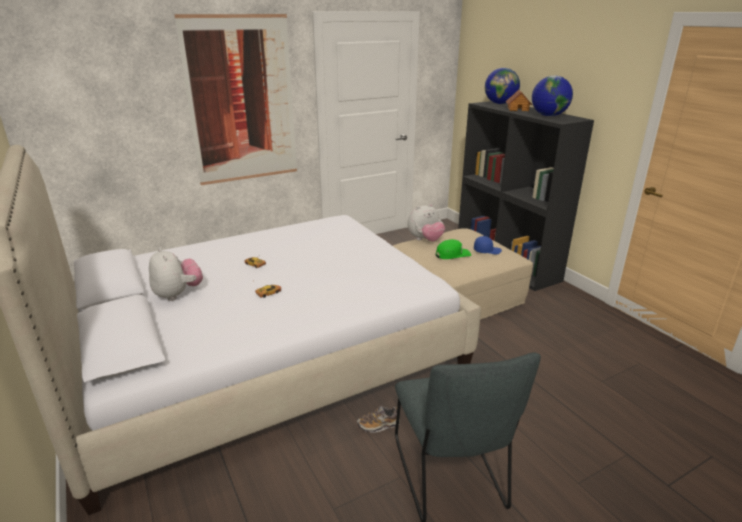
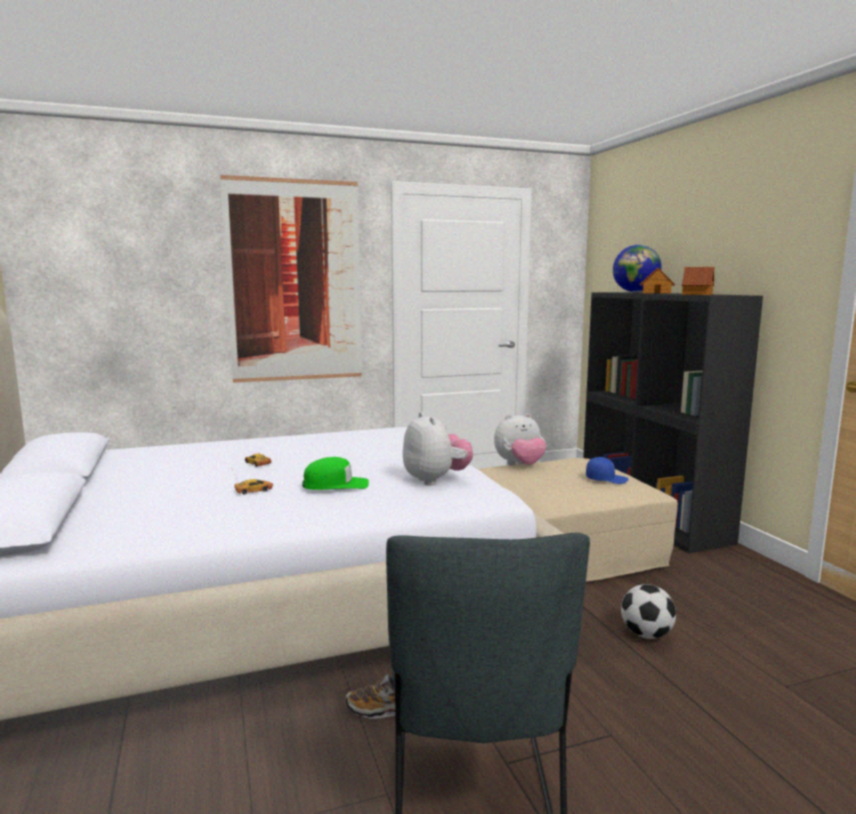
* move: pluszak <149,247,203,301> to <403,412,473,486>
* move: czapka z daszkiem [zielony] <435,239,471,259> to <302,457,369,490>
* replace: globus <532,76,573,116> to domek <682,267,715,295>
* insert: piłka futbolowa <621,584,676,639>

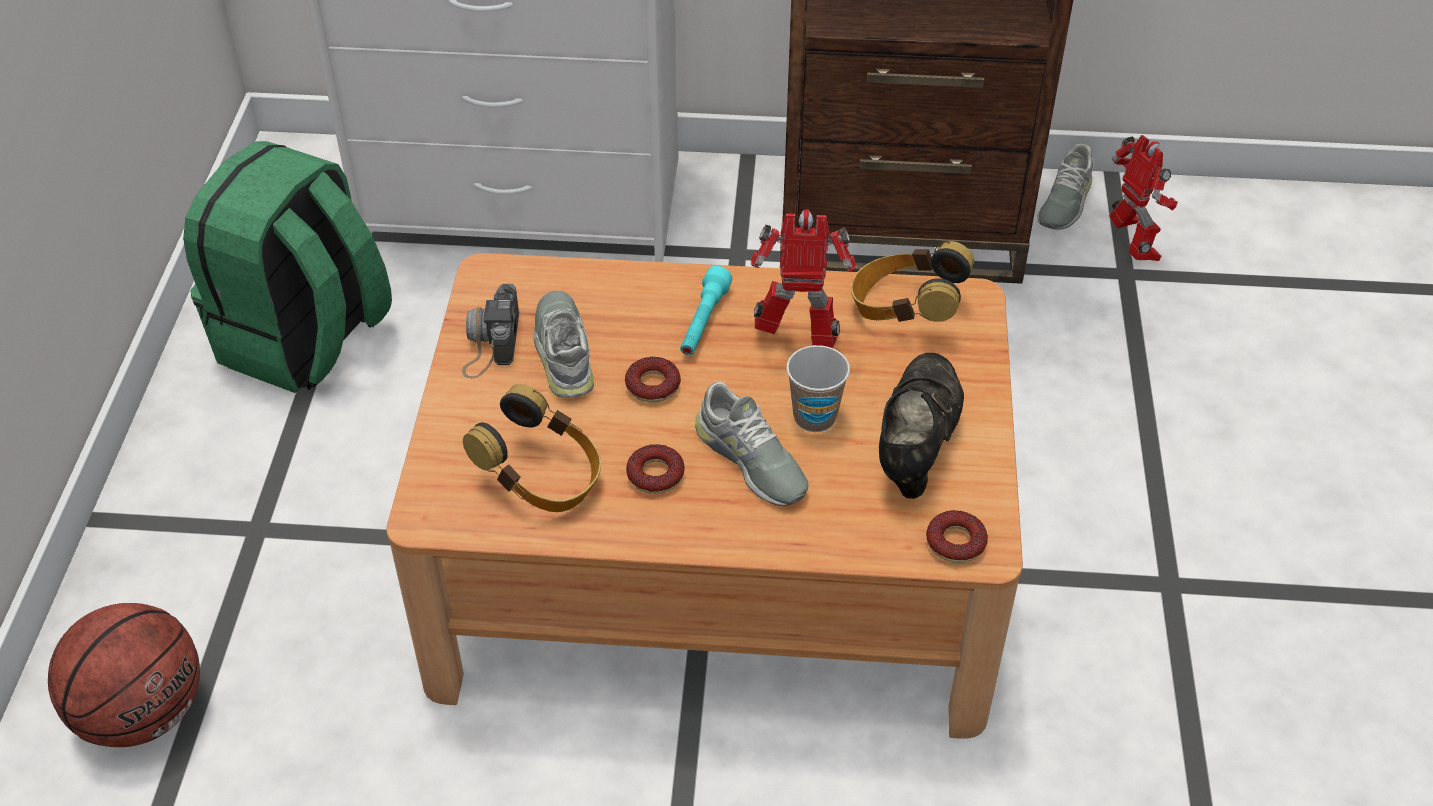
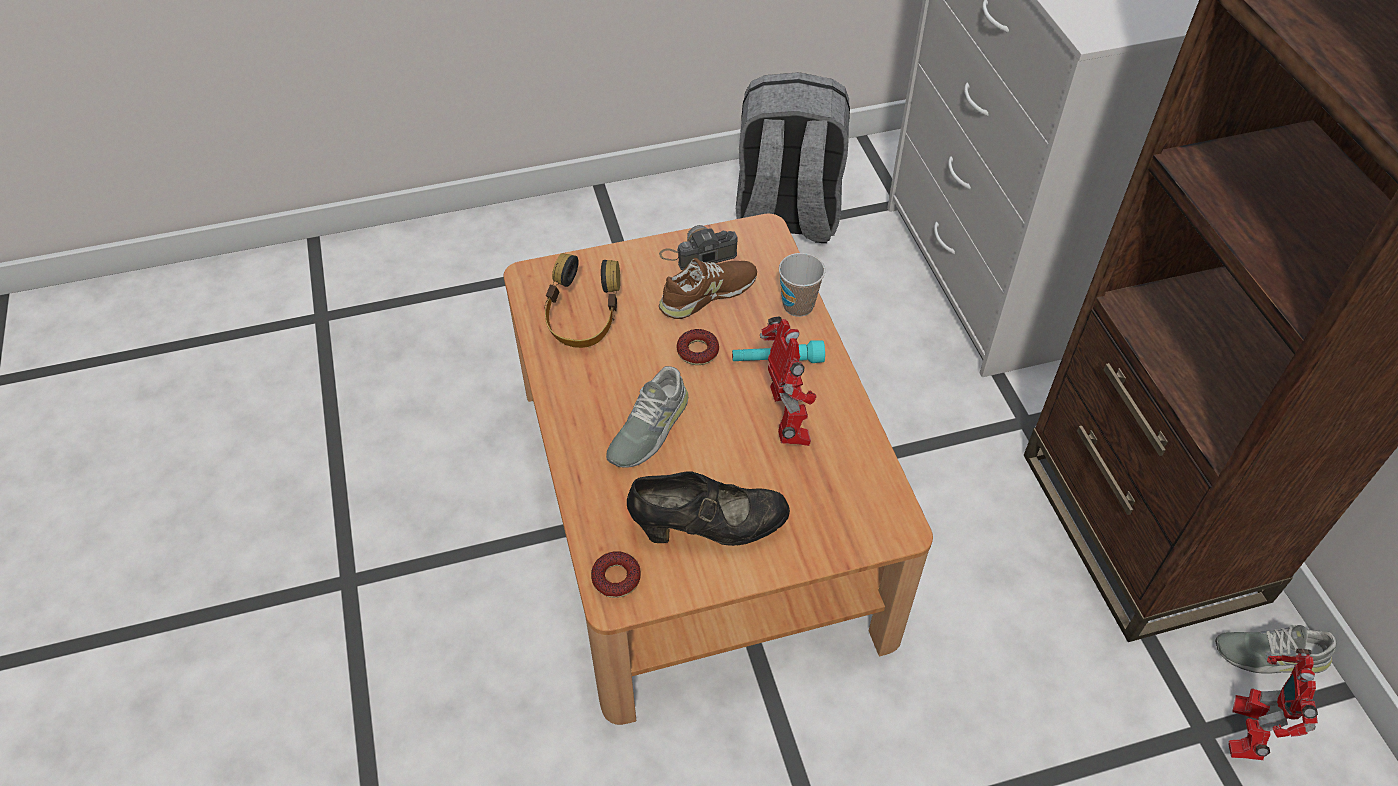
* delete: piłka do koszykówki <48,603,200,747>
* recolor: plecak [zielony] <183,141,392,393> to plecak [szary] <736,72,850,243>
* recolor: but [szary] <533,291,594,398> to but [brązowy] <659,258,757,319>
* delete: donut <626,444,685,494>
* move: filiżanka <786,345,850,432> to <779,253,825,317>
* delete: słuchawki <851,241,974,322>
* rotate: robot zabawkowy <1109,135,1178,261> = <1228,649,1318,760> 150 degrees clockwise

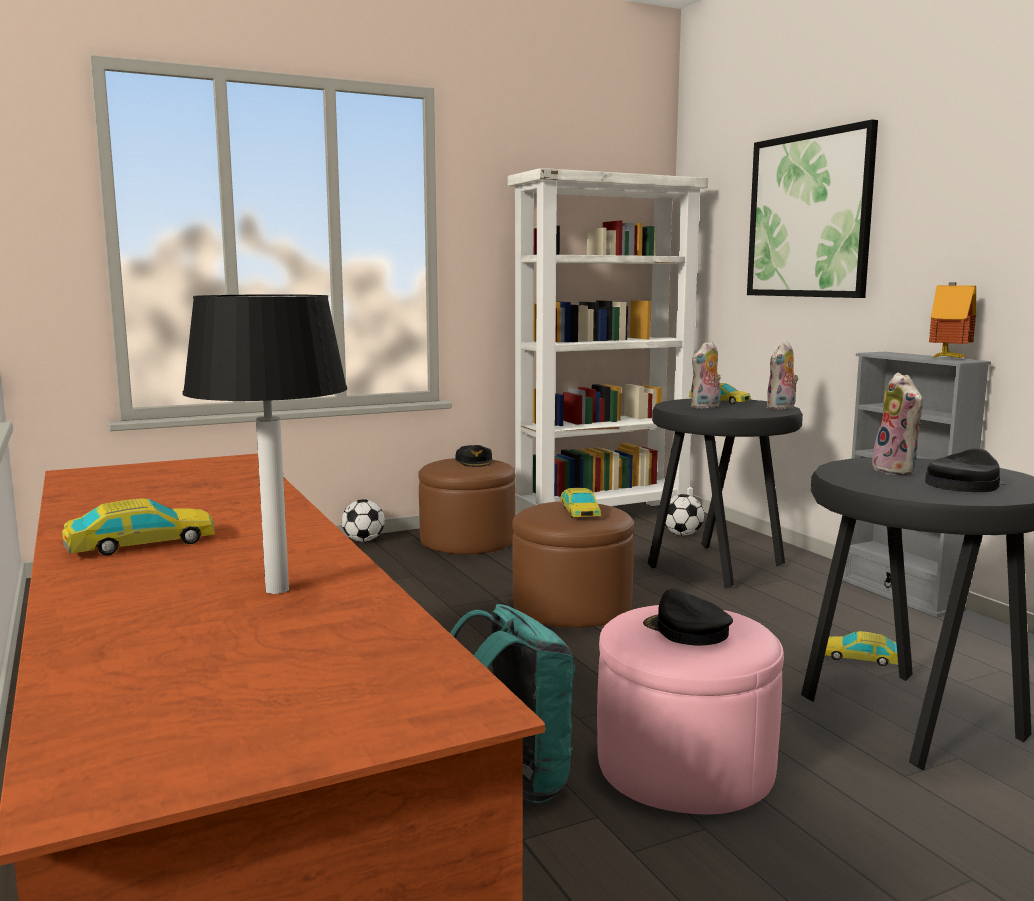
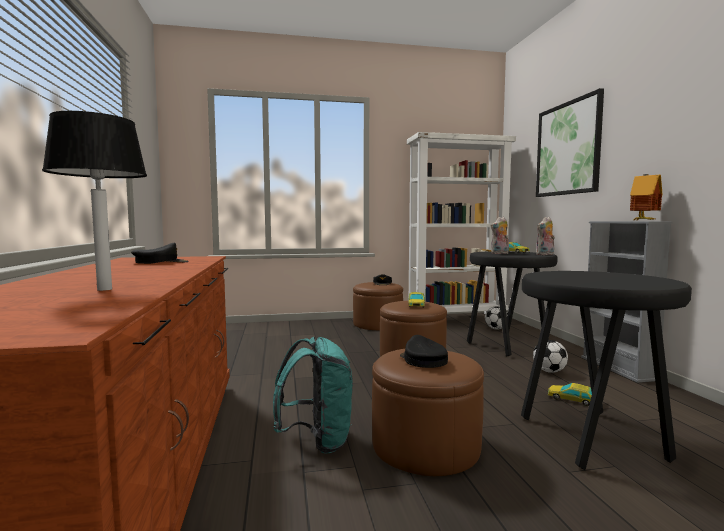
* delete: samochodzik <62,498,215,555>
* move: piłka futbolowa <342,499,385,542> to <533,340,568,373>
* recolor: pufa [różowy] <597,605,784,814> to pufa [brązowy] <372,349,484,476>
* delete: pluszak <872,373,923,475>
* move: czapka z daszkiem [czarny] <925,448,1007,492> to <131,243,189,264>

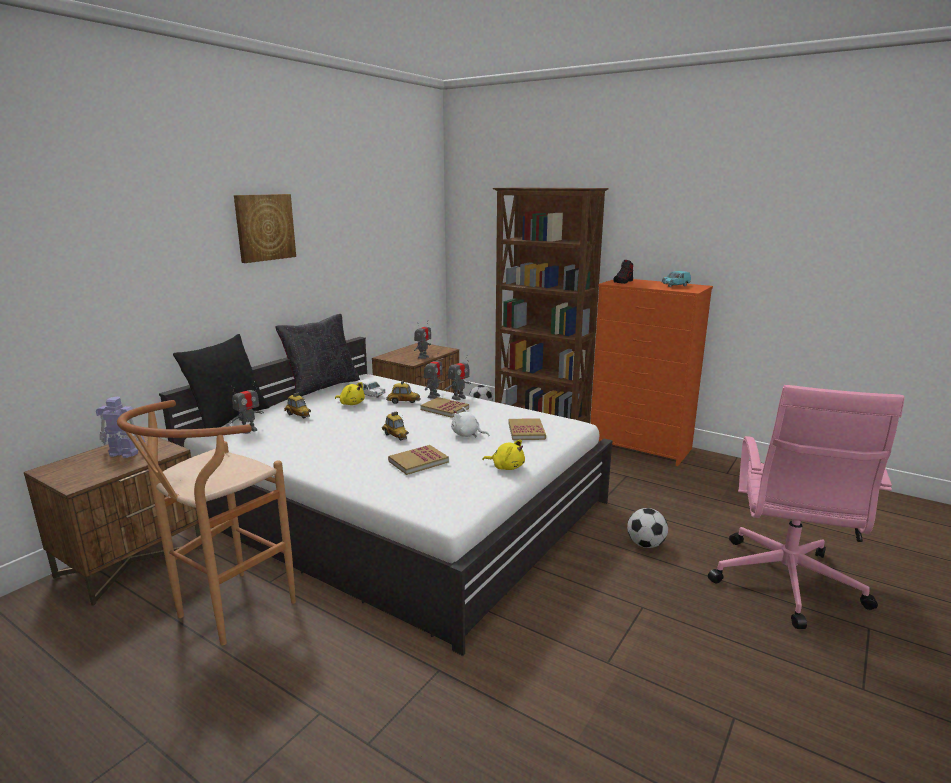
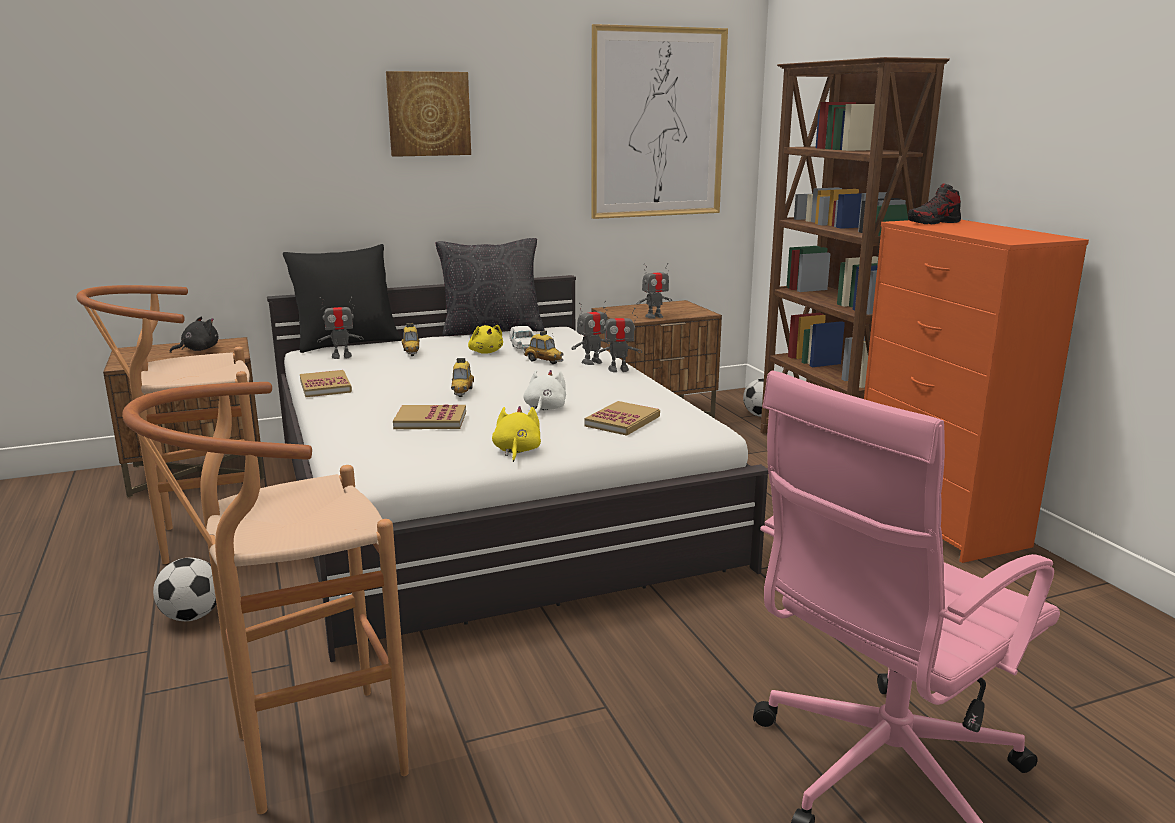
* replace: robot zabawkowy <96,397,145,458> to pluszak [czarny] <170,316,218,353>
* move: książka <420,397,469,418> to <300,370,352,397>
* rotate: pluszak [biały] <451,407,489,438> = <523,370,566,415> 45 degrees clockwise
* rotate: pluszak [żółty] <483,440,525,470> = <492,406,541,462> 150 degrees counterclockwise
* move: piłka futbolowa <627,508,668,548> to <153,558,217,621>
* delete: samochodzik [turkusowy] <662,271,691,287>
* insert: stołek [brązowy] <122,382,409,814>
* insert: obraz <591,24,728,219>

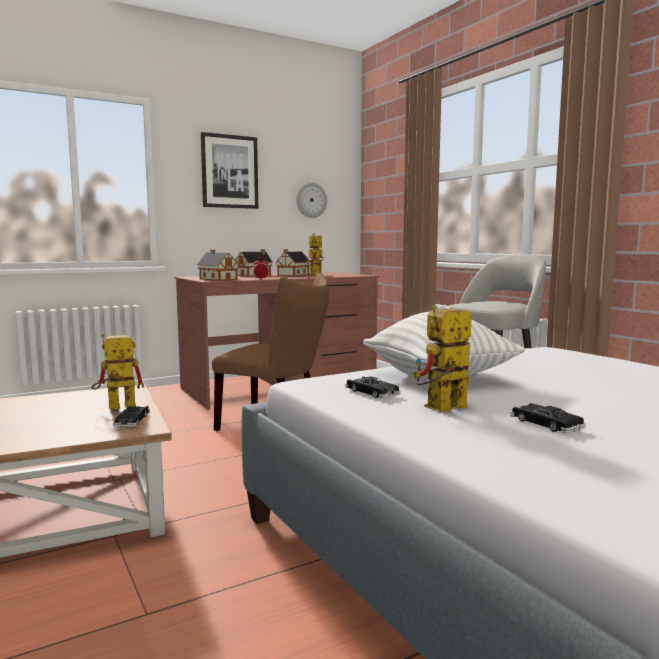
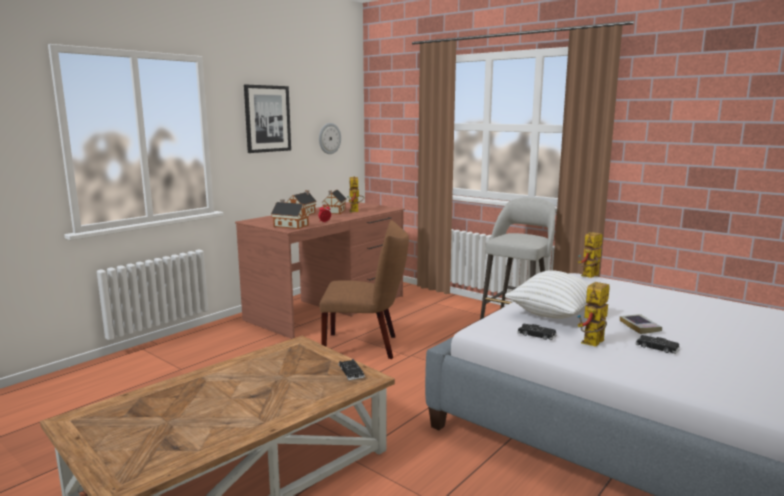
* move: robot zabawkowy <91,333,144,409> to <578,232,603,278>
* insert: książka <620,314,662,334>

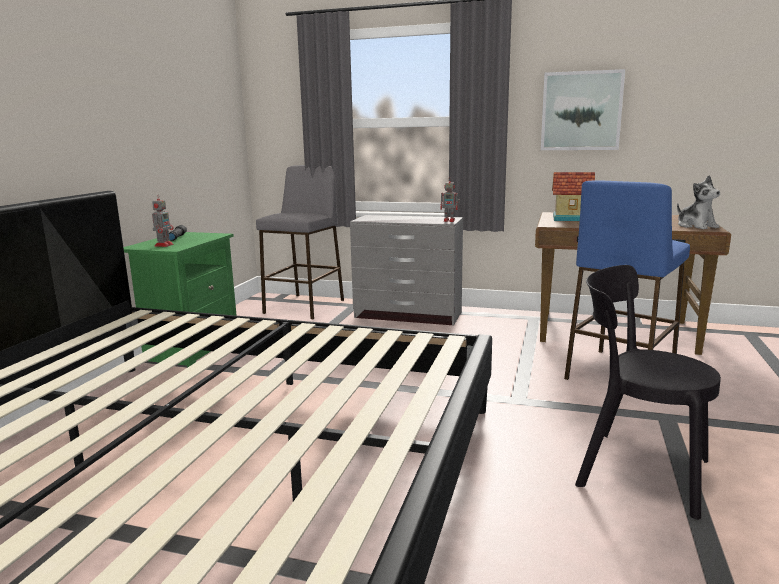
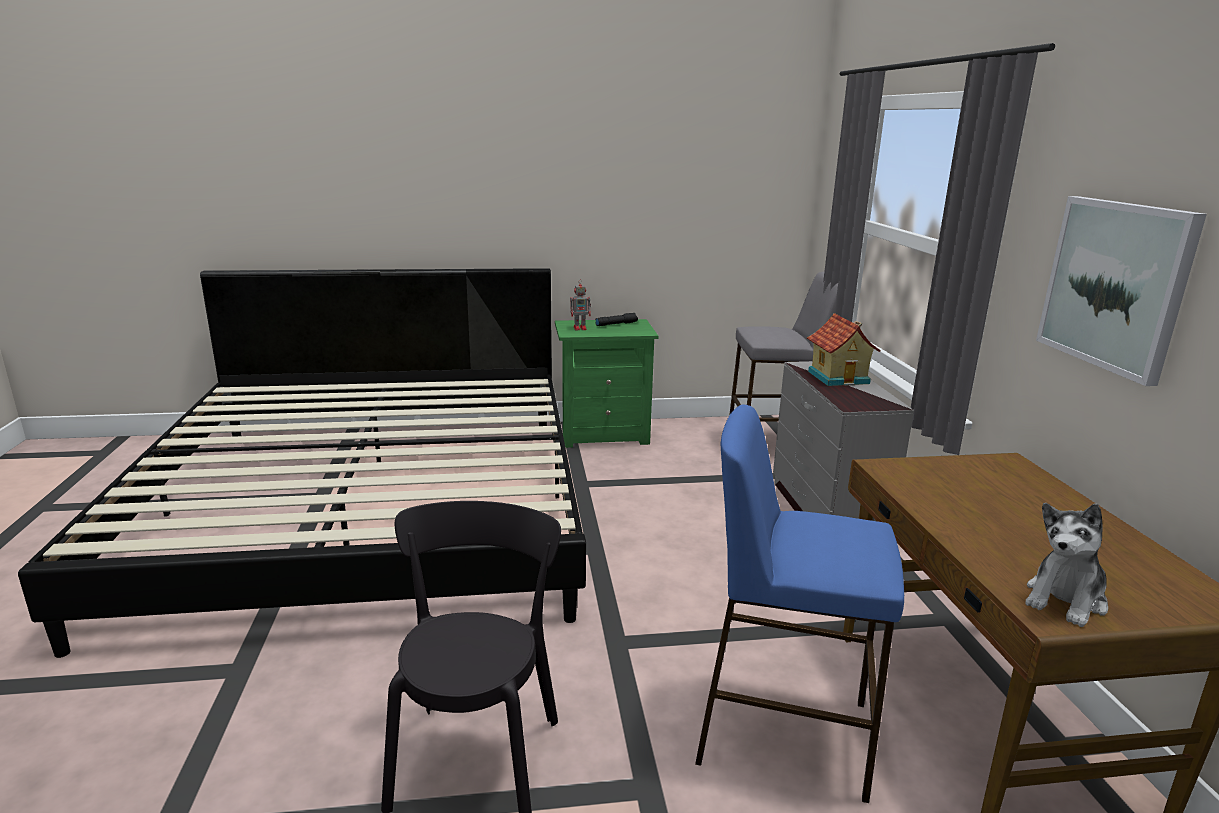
* delete: robot zabawkowy <440,177,460,222>
* move: domek <552,172,595,221> to <807,313,881,386>

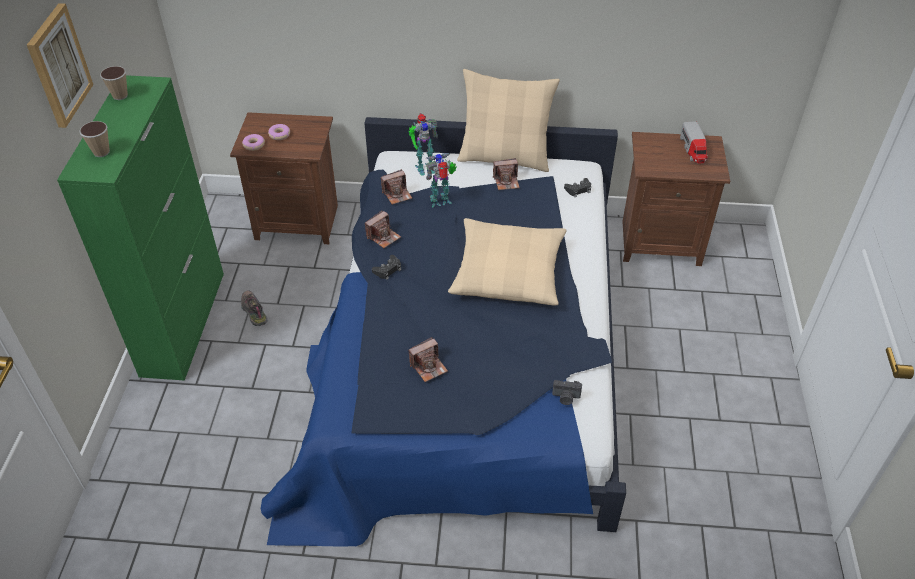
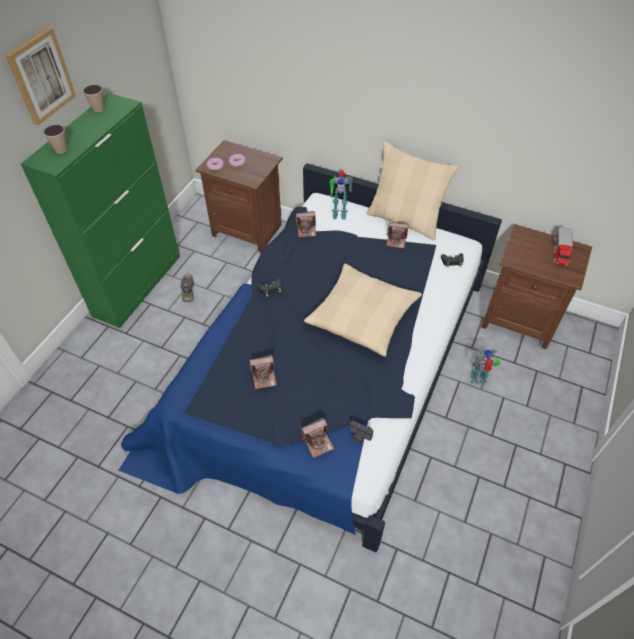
* move: aparat fotograficzny <365,210,401,248> to <301,418,334,458>
* move: robot zabawkowy <426,153,457,207> to <471,350,500,384>

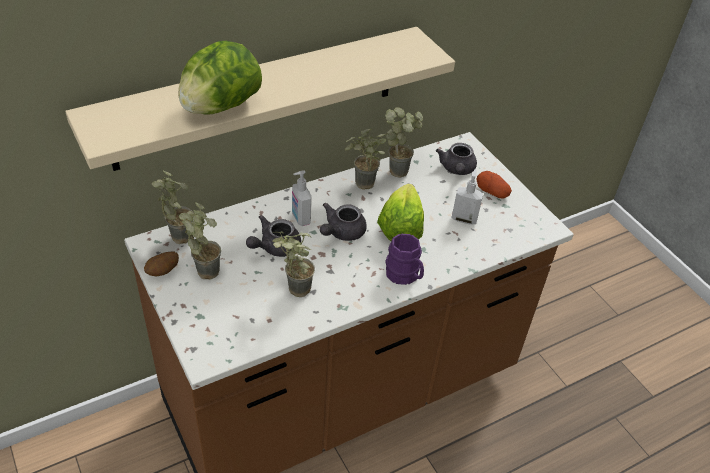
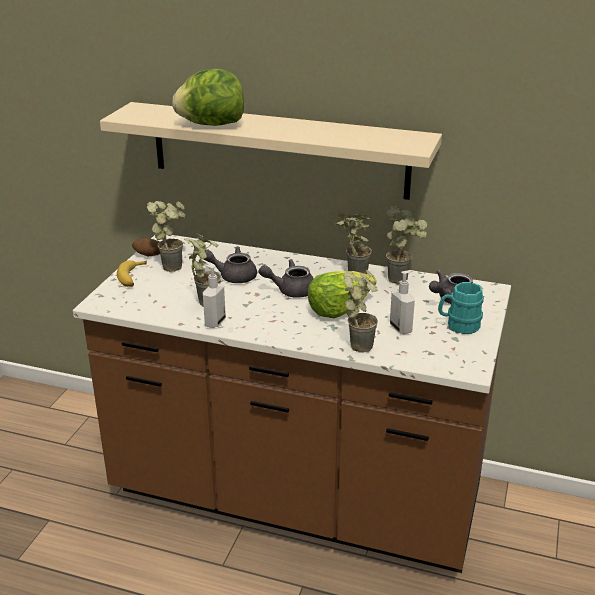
* move: roślina doniczkowa <151,171,194,244> to <343,270,378,353>
* move: dozownik mydła <292,170,311,226> to <203,265,226,328>
* delete: kubek [fioletowy] <385,234,424,285>
* replace: ziemniak <476,171,512,199> to kubek [turkusowy] <438,282,484,334>
* insert: banan <117,260,147,287>

